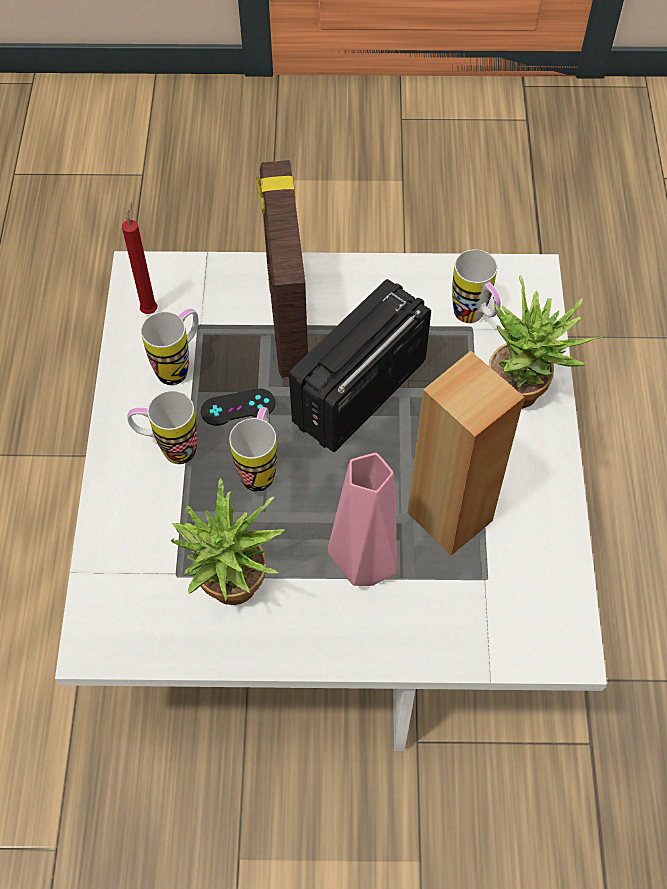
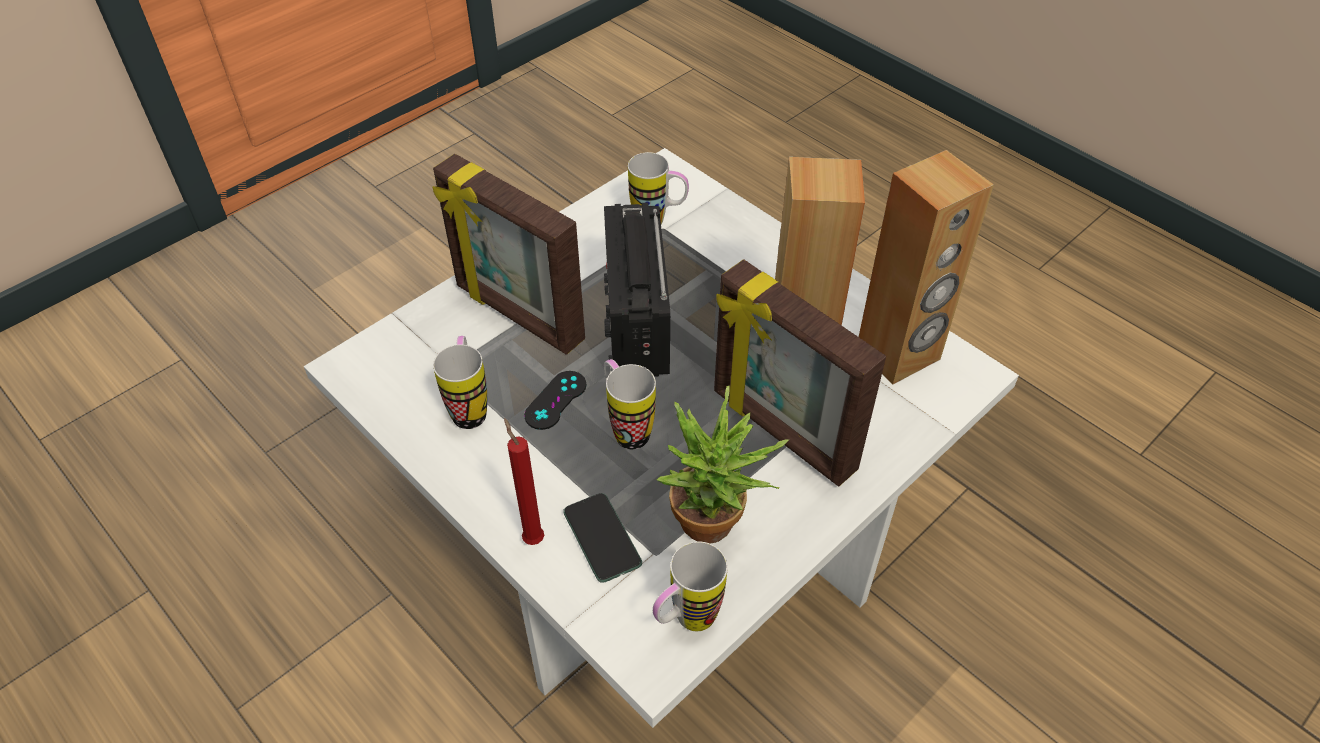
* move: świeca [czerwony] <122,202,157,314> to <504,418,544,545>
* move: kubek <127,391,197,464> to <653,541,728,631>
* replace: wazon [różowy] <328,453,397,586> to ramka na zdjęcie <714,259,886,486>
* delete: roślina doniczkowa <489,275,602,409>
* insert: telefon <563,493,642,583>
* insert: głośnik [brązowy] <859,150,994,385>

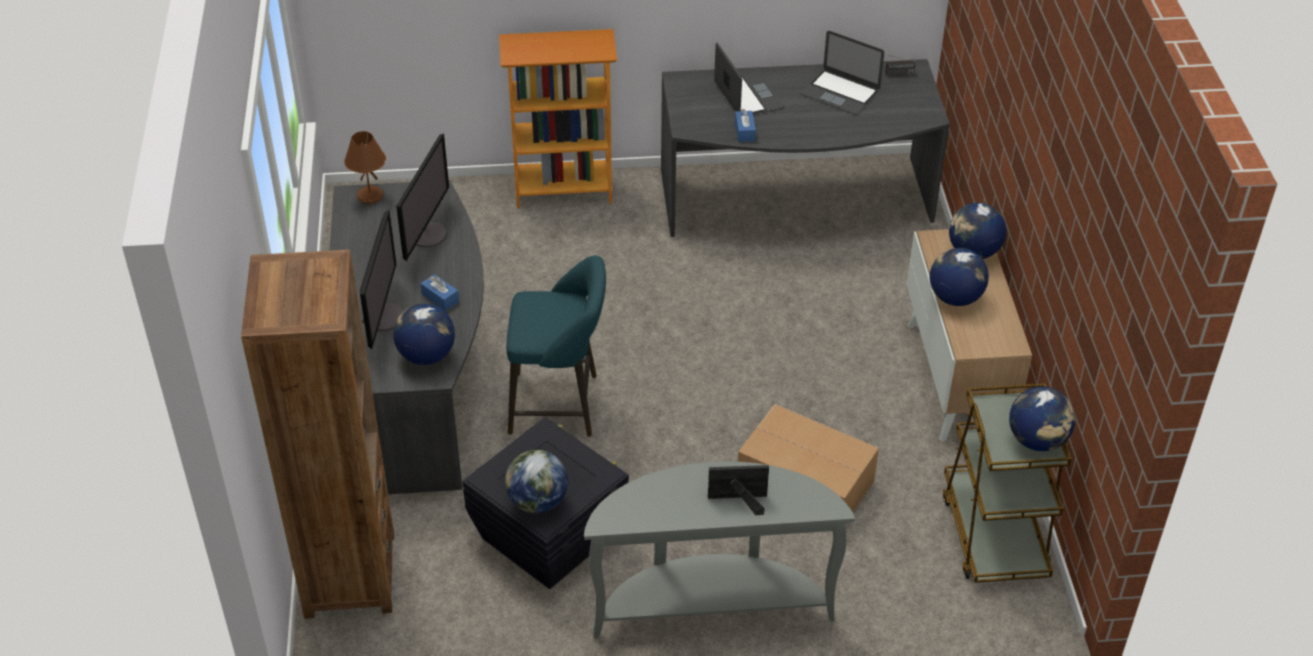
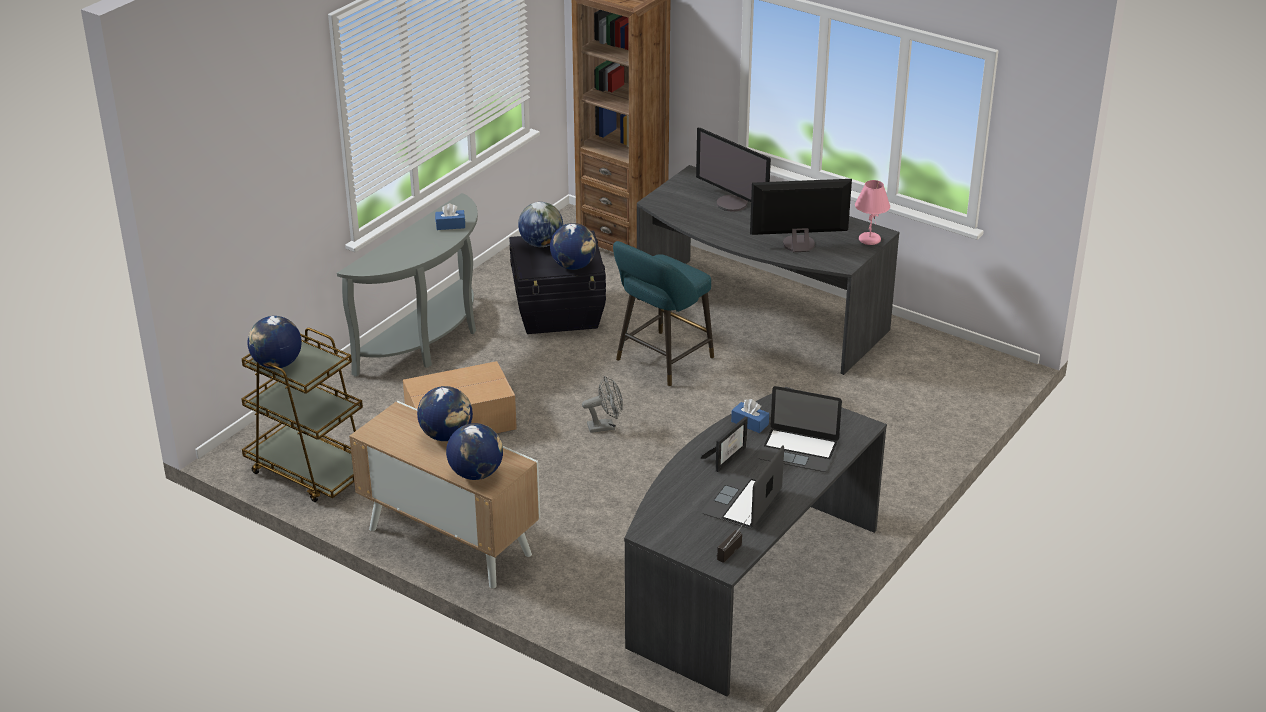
* recolor: lampa stołowa [brązowy] <344,131,386,204> to lampa stołowa [różowy] <855,180,890,245>
* move: globus <393,303,455,365> to <550,223,596,270>
* rotate: monitor <396,133,449,261> = <750,179,852,252> 120 degrees clockwise
* move: pudełko chusteczek [niebieski] <420,274,459,311> to <435,203,465,230>
* delete: regał <499,29,617,209>
* move: ramka na zdjęcie <708,465,769,515> to <700,417,748,472>
* rotate: laptop <801,31,884,115> = <702,445,784,528> 45 degrees counterclockwise
* insert: wentylator [szary] <582,376,623,433>

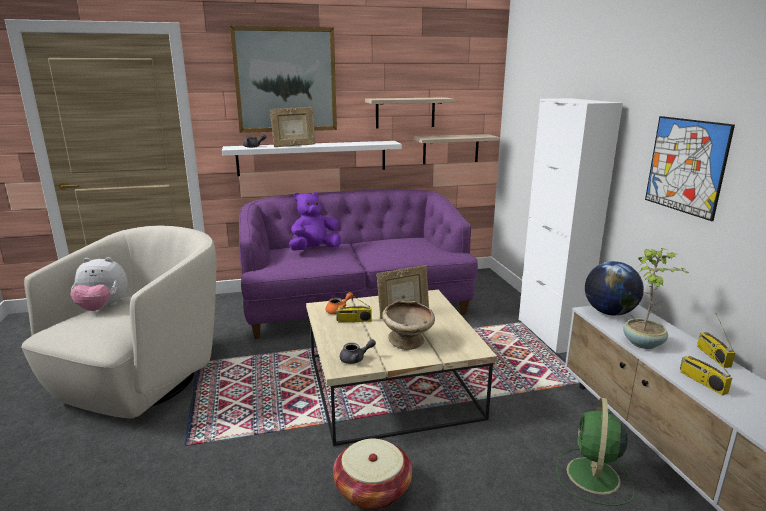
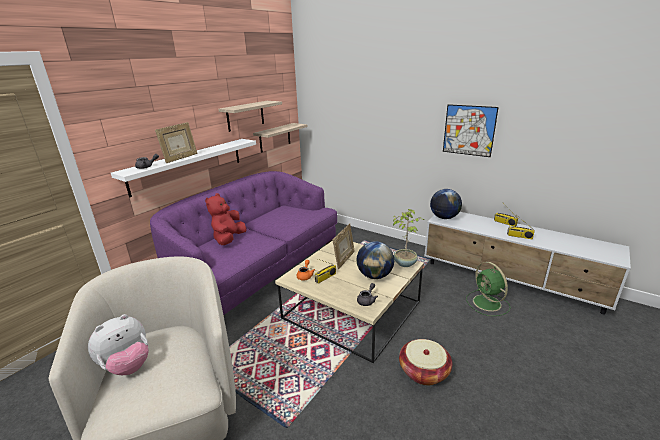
* delete: obraz <230,26,337,133>
* recolor: pluszak [fioletowy] <289,192,341,250> to pluszak [czerwony] <205,193,247,245>
* replace: miska [beżowy] <382,301,435,350> to globus <357,241,394,279>
* delete: szafka [biały] <519,98,623,353>
* move: roślina doniczkowa <623,248,690,349> to <393,209,424,267>

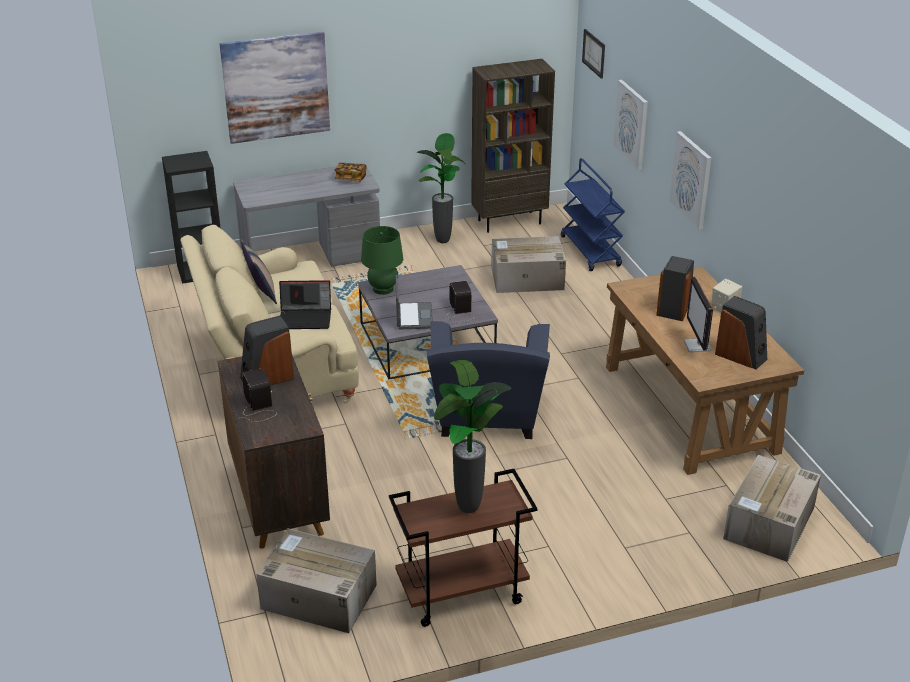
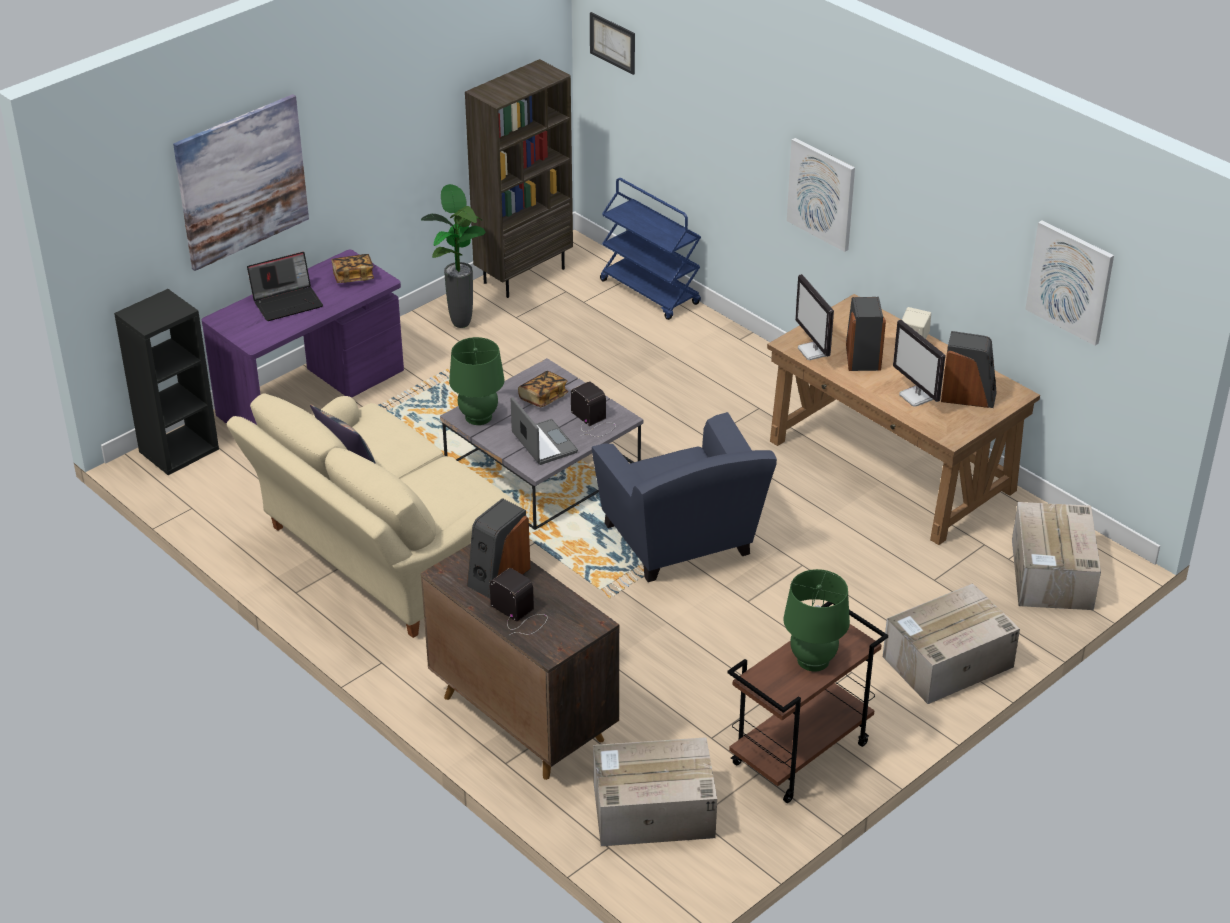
* recolor: biurko [szary] <233,163,380,267> to biurko [fioletowy] <202,250,404,425>
* move: laptop <279,280,331,329> to <247,252,323,321>
* replace: roślina doniczkowa <434,360,511,513> to lampa stołowa [zielony] <783,569,850,671>
* move: karton <491,236,566,293> to <883,583,1020,704>
* move: obraz <613,80,648,170> to <1025,220,1114,346>
* insert: książka <518,371,568,407>
* insert: monitor <795,274,834,360>

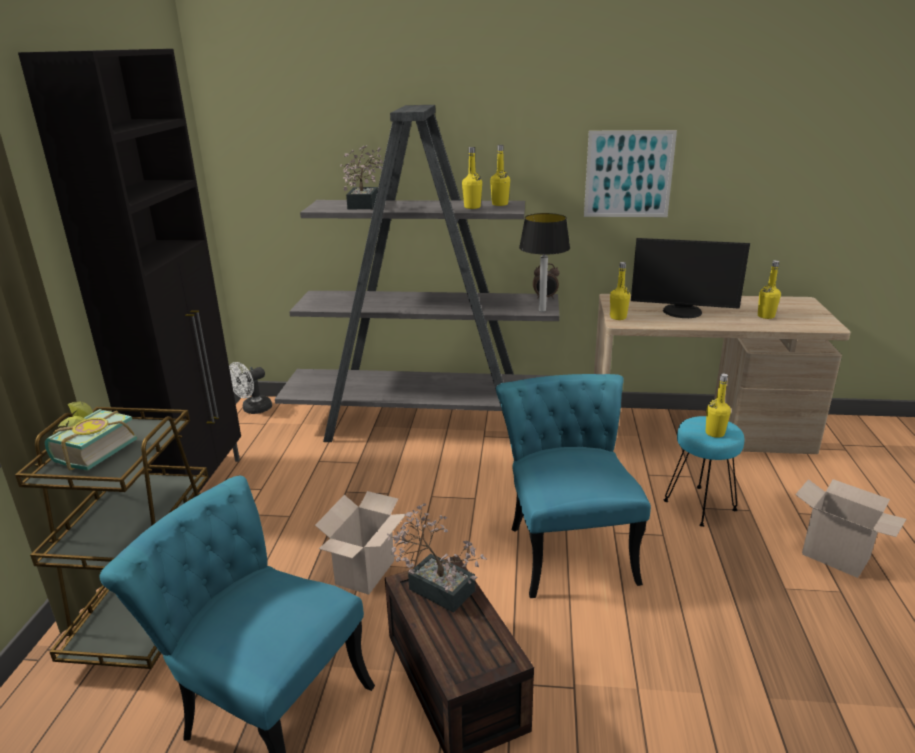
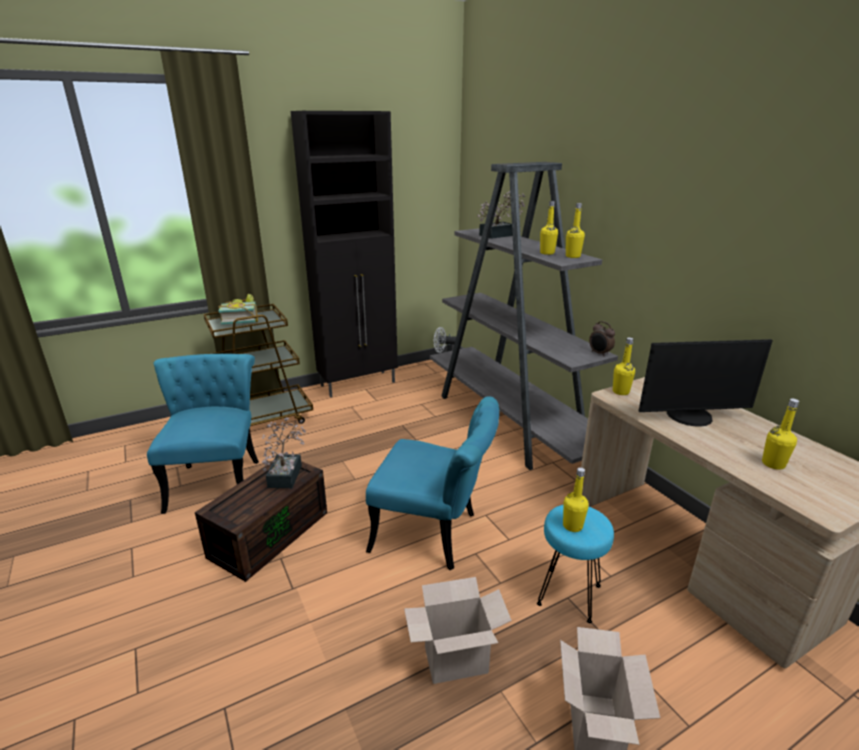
* move: karton <315,491,405,595> to <404,577,512,684>
* rotate: krzesło [turkusowy] <496,374,651,598> = <366,396,499,570> 60 degrees clockwise
* delete: lampa stołowa <519,213,570,312>
* delete: obraz <584,130,677,217>
* rotate: monitor <631,238,750,318> = <639,339,773,427> 75 degrees counterclockwise

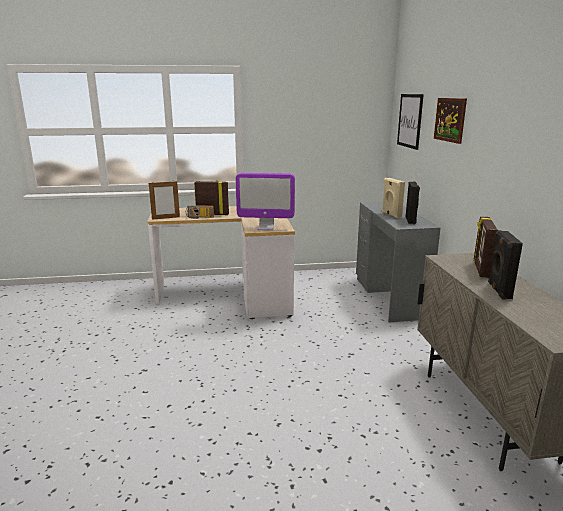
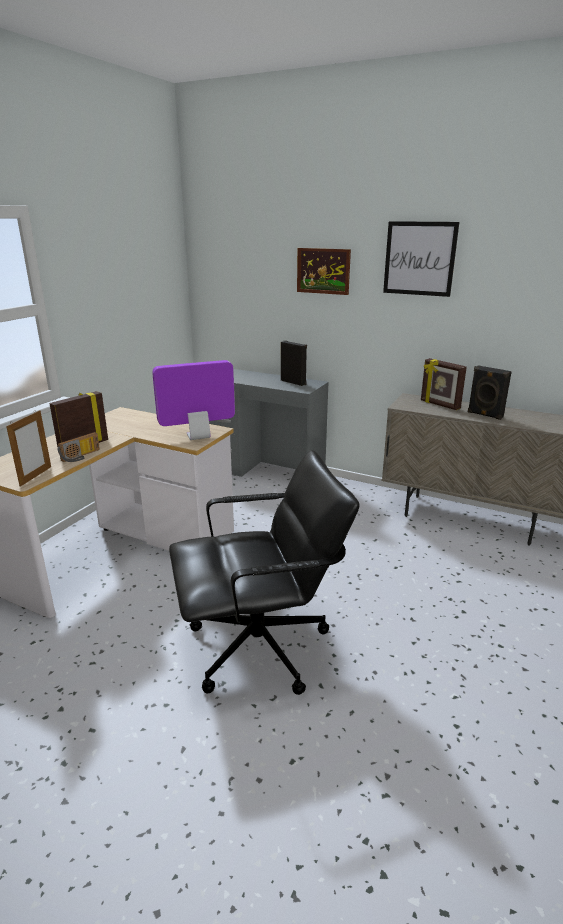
* rotate: monitor <236,173,295,230> = <152,360,235,440> 150 degrees counterclockwise
* delete: głośnik [beżowy] <382,178,405,218>
* move: obraz <397,94,424,150> to <383,221,459,297>
* insert: krzesło biurowe [czarny] <169,450,360,695>

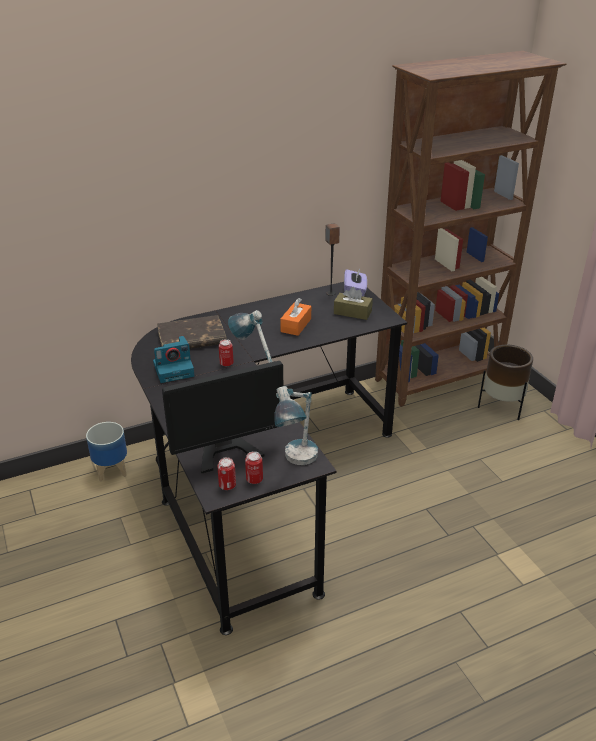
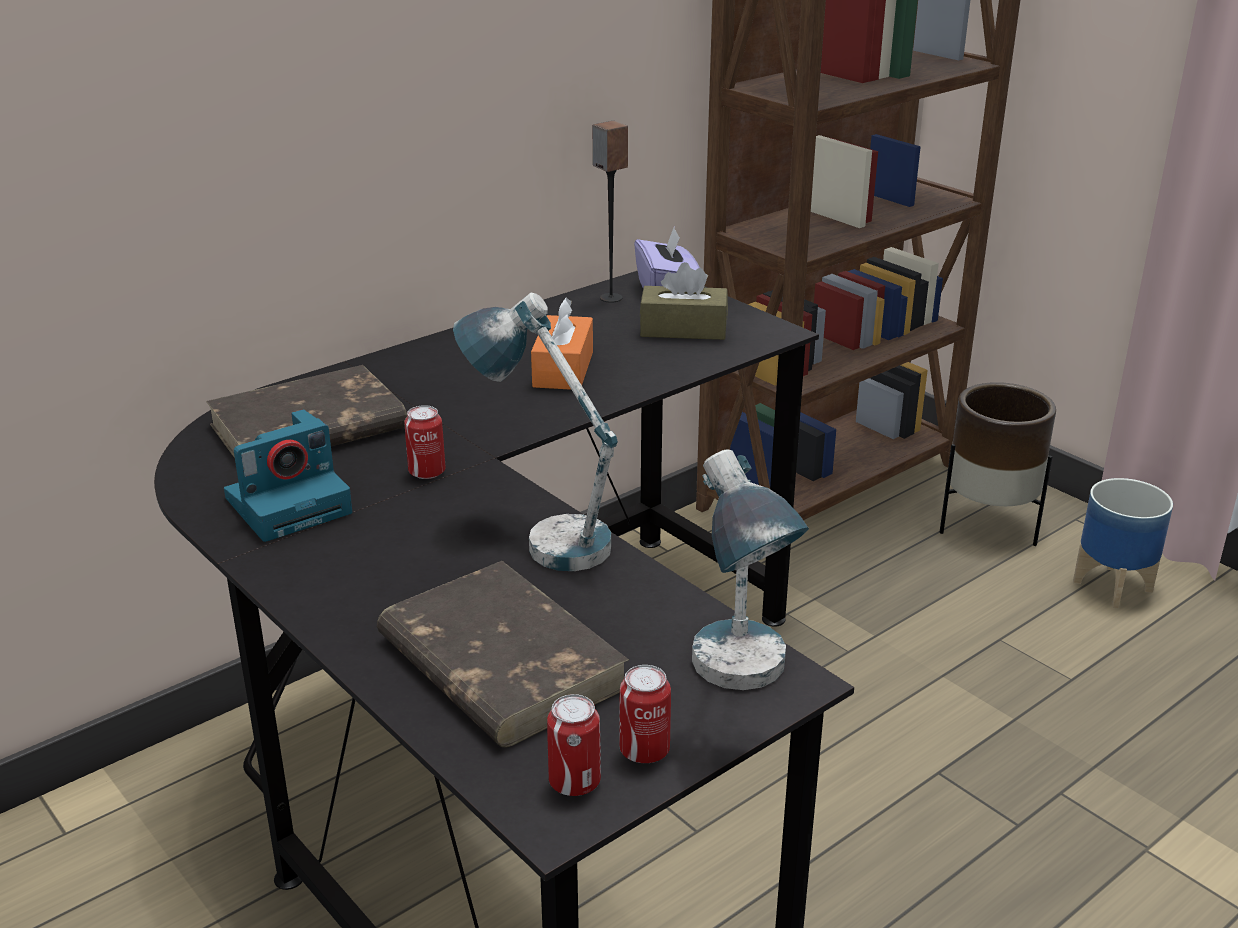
* move: donica <86,422,127,482> to <1073,478,1173,608>
* replace: monitor <162,361,283,474> to książka [brązowy] <377,561,629,748>

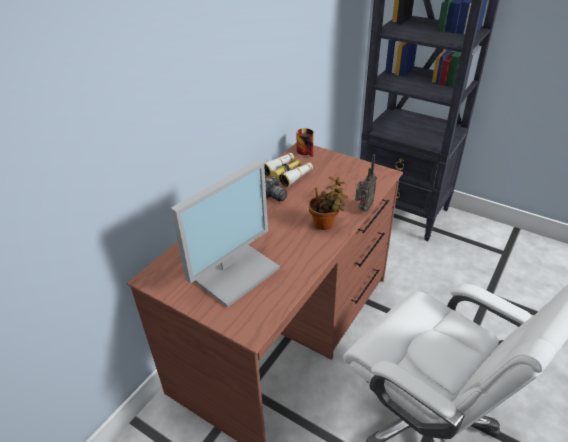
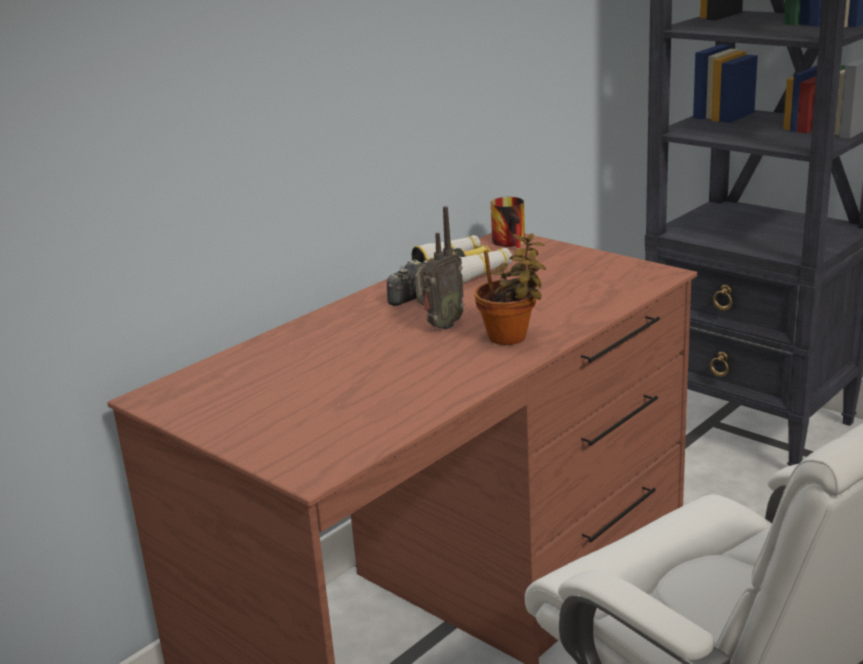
* delete: monitor <171,159,280,308>
* move: radio <355,154,377,212> to <415,206,464,330>

